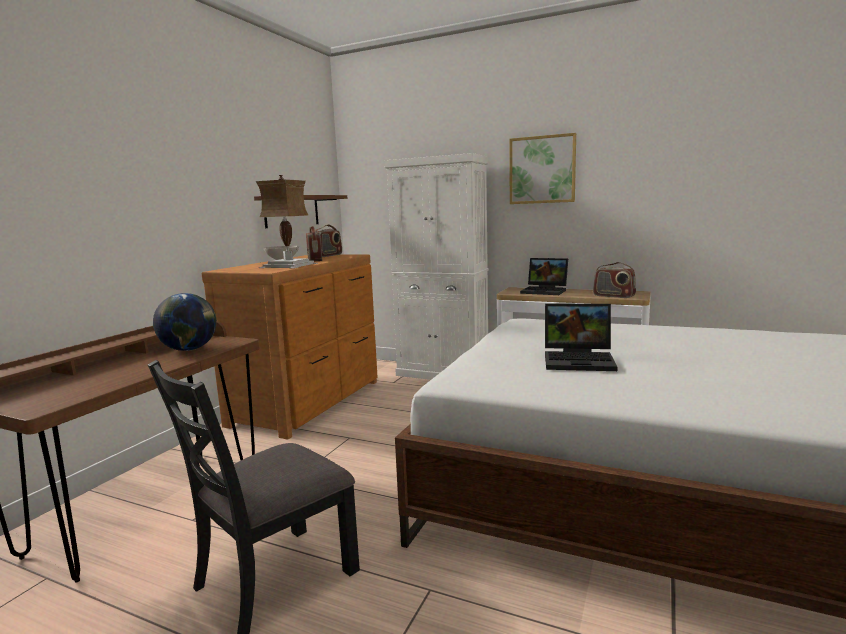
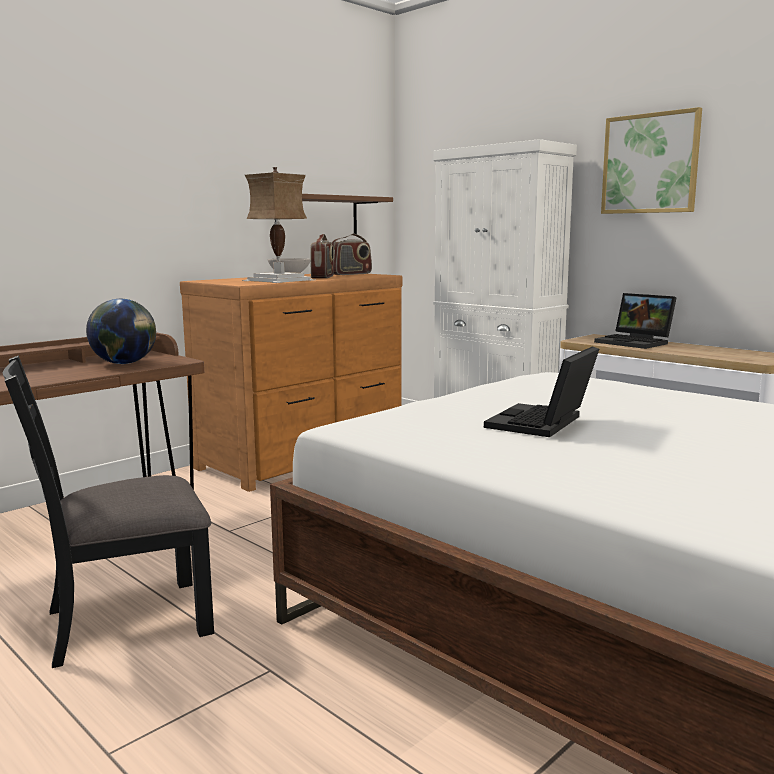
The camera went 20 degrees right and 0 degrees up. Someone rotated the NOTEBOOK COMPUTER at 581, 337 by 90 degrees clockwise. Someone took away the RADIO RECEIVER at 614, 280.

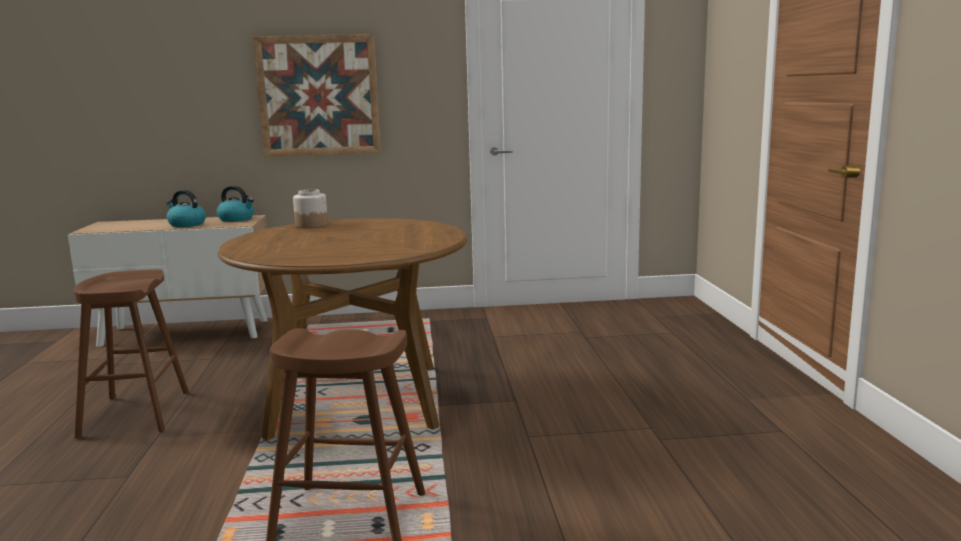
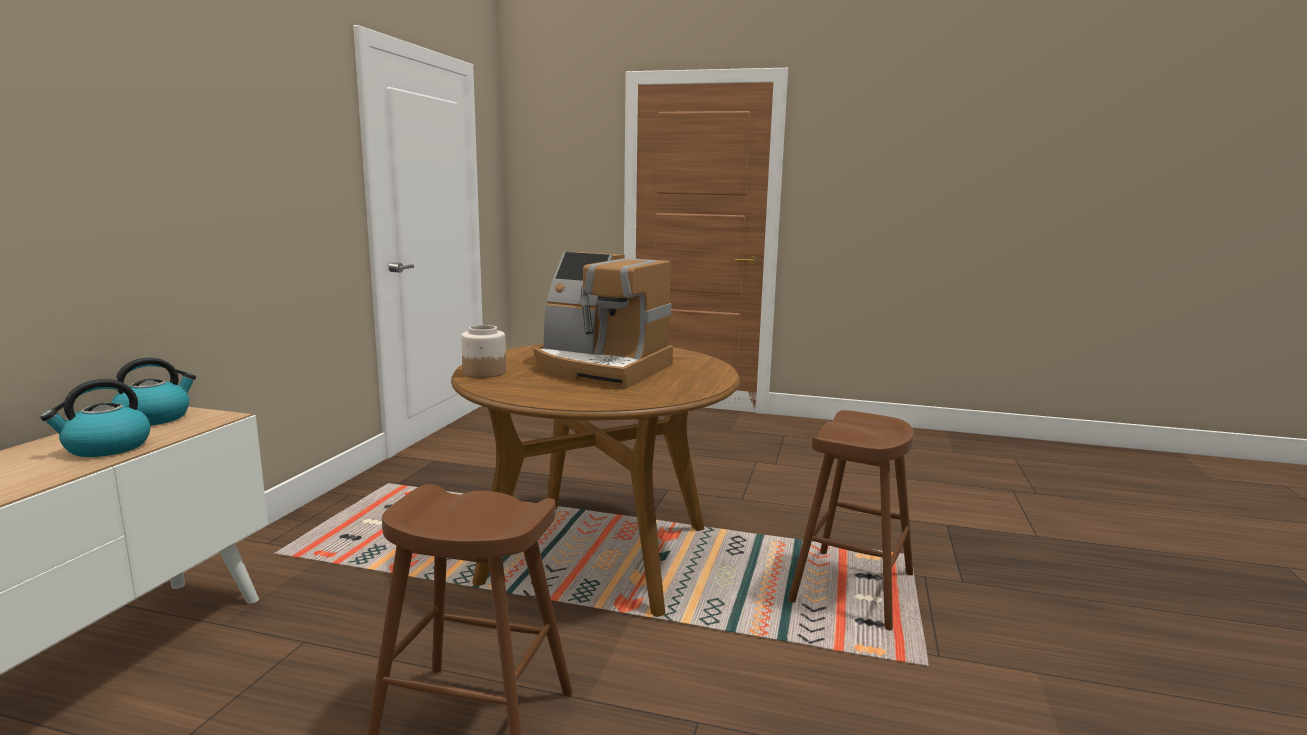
The camera went 70 degrees left and 0 degrees up. Someone took away the WALL PICTURE at 317, 95. Someone put down the COFFEE MAKER at 603, 320.

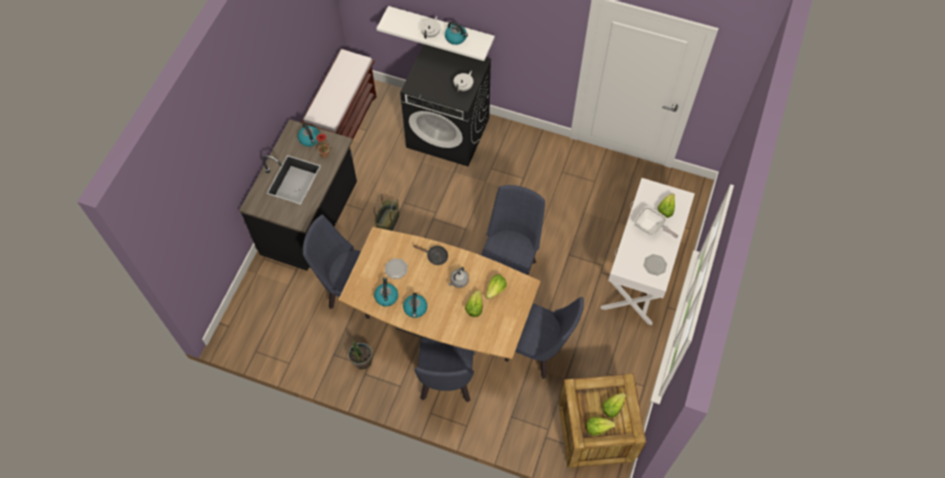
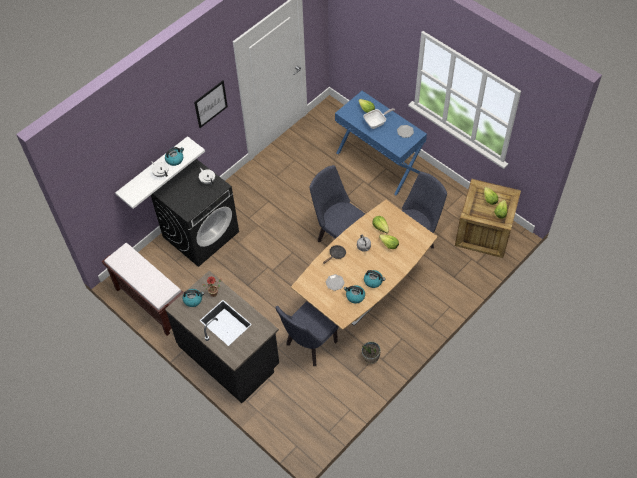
The camera went 65 degrees left and 5 degrees down. Someone took away the BASKET at 386, 212. Someone took away the BLUISH CHAIR at 444, 370. Someone repainted the WHITISH NARROW TABLE at 647, 251, which became the BLUISH NARROW TABLE at 381, 143. Someone put up the WALL PICTURE at 211, 104.

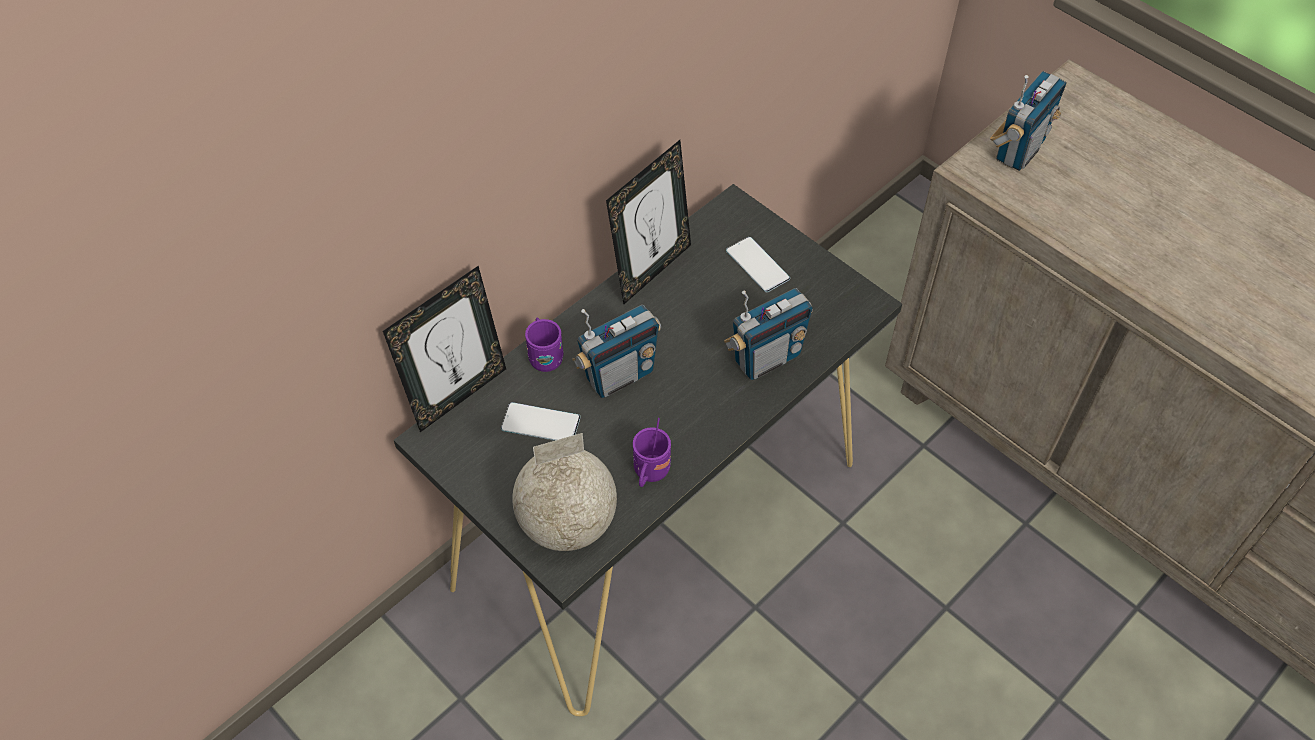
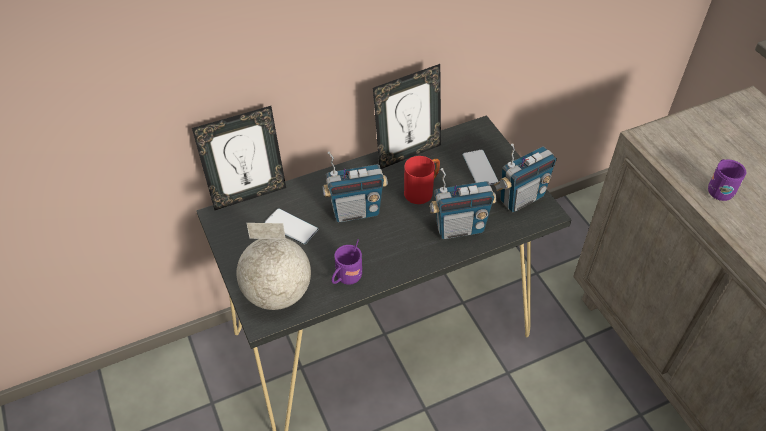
The camera went 20 degrees right and 5 degrees down. Someone carried the PURPLE COFFEE MUG from 544, 345 to 727, 180. Someone carried the RADIO RECEIVER from 1028, 121 to 525, 178. Someone put down the REDDISH COFFEE MUG at 422, 180.

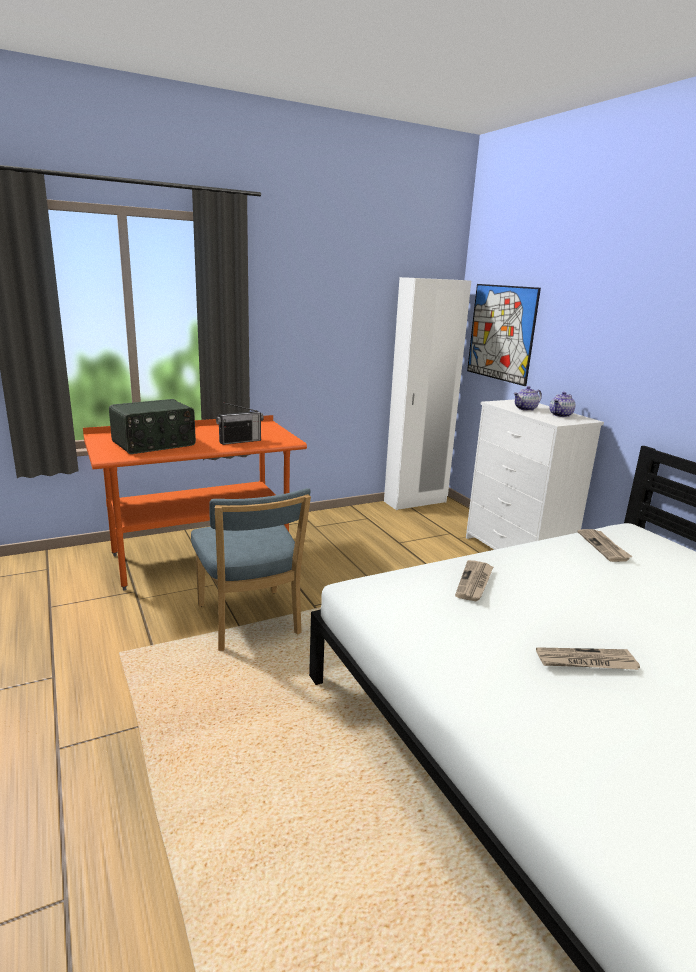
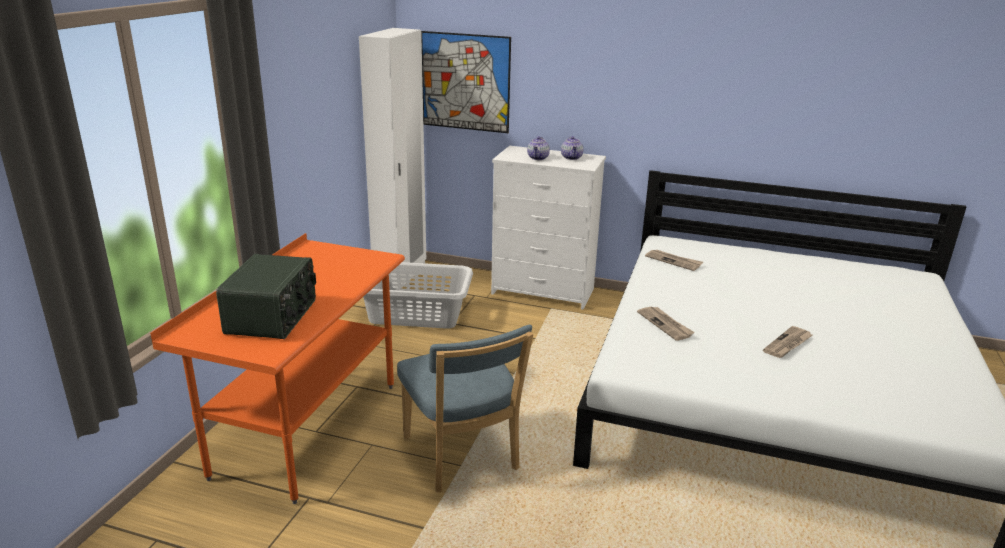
The camera went 45 degrees left and 5 degrees up. Someone rotated the BLUISH CHAIR at 251, 569 by 45 degrees clockwise. Someone took away the RADIO RECEIVER at 240, 423. Someone put down the GREYISH LAUNDRY BASKET at 418, 295.

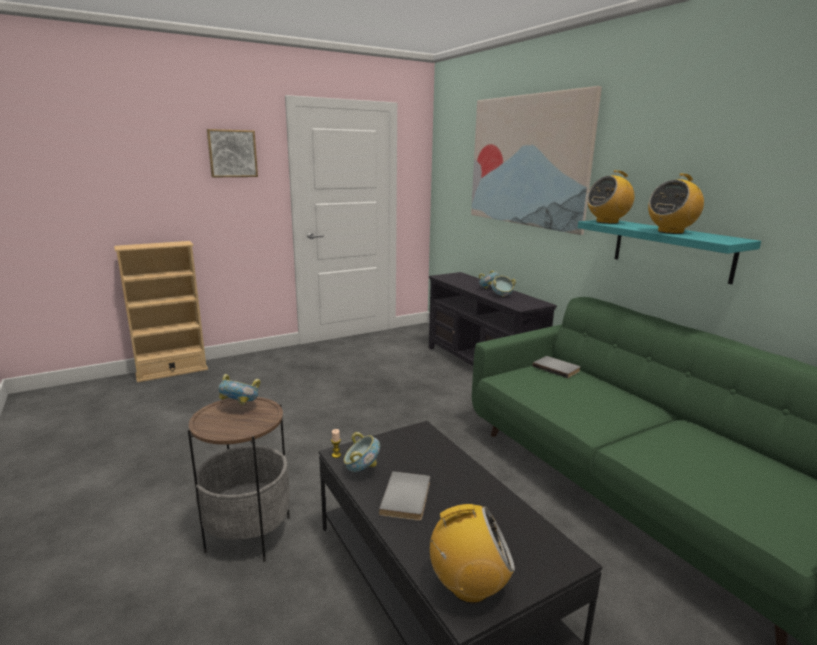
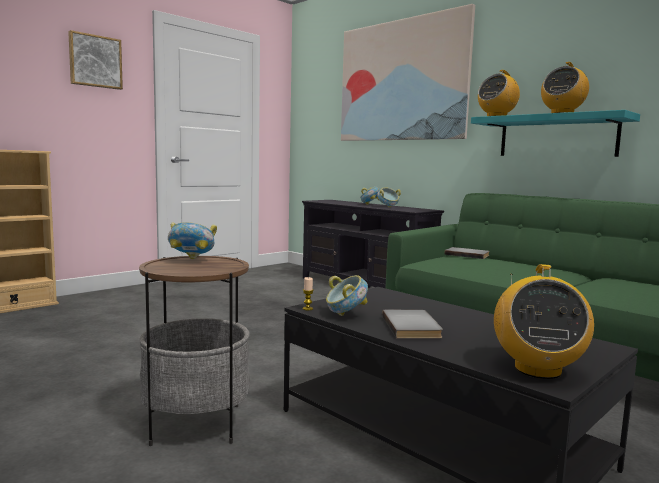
The camera went 15 degrees left and 10 degrees down. Someone rotated the RADIO RECEIVER at 472, 553 by 120 degrees clockwise.

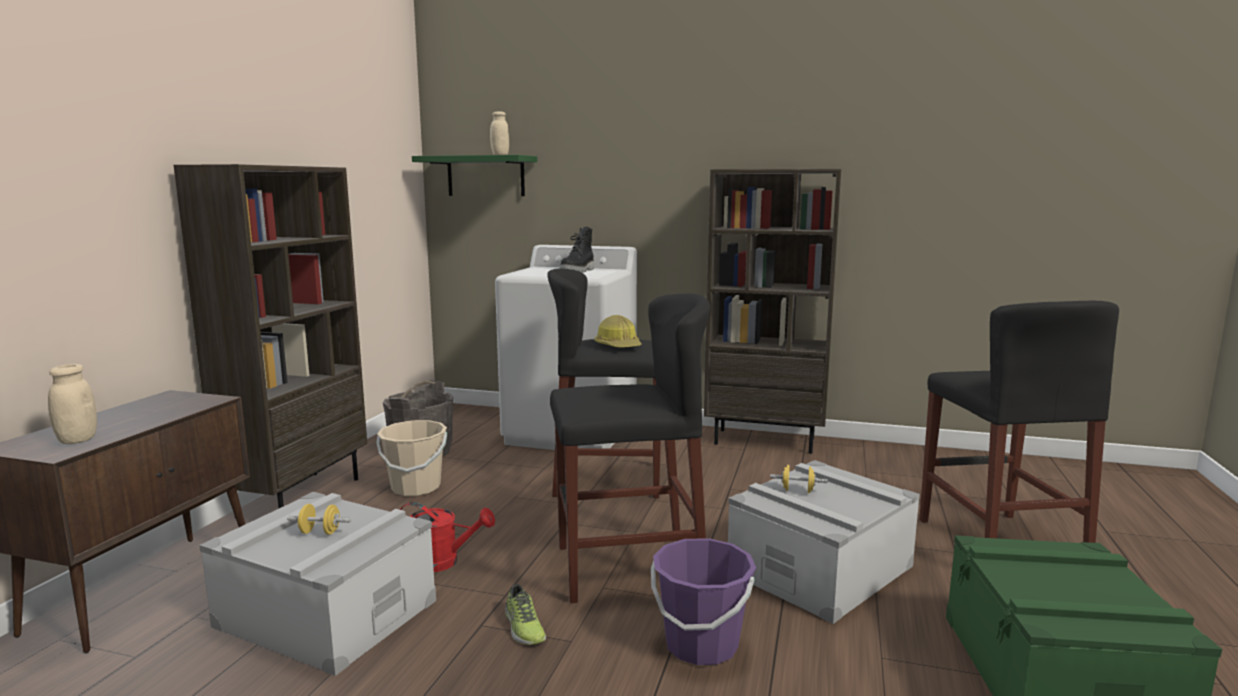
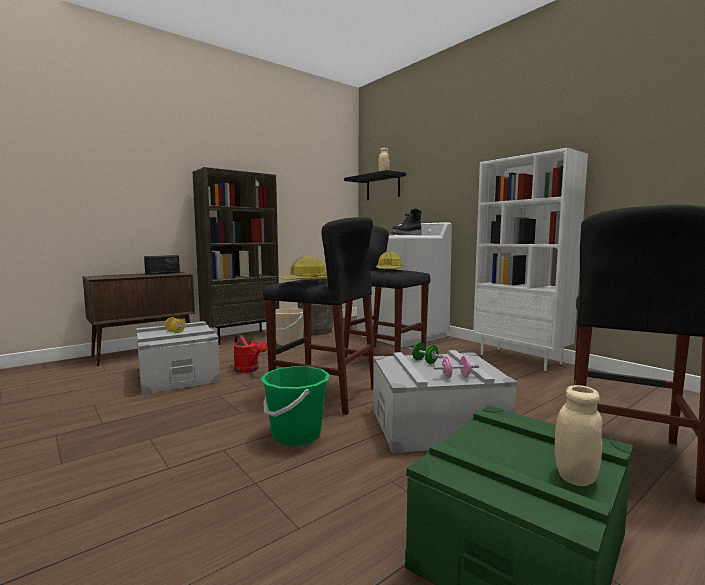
The camera went 35 degrees right and 5 degrees down. Someone carried the BEIGE-COLOURED PRESERVE JAR from 72, 404 to 578, 435. Someone repainted the GREENISH SHELF at 474, 175, which became the BLACK SHELF at 375, 185. Someone took away the SHOE at 525, 614. Someone repainted the PURPLE PAIL at 703, 601, which became the GREENISH PAIL at 295, 406. Someone repainted the BROWN-COLOURED BOOKCASE at 772, 311, which became the WHITISH BOOKCASE at 530, 259. Someone repainted the YELLOW DUMBBELL at 799, 479, which became the GREENISH DUMBBELL at 426, 353. Someone put down the RADIO RECEIVER at 162, 265. Someone put down the HARD HAT at 303, 269. Someone put down the PINKISH DUMBBELL at 456, 367.

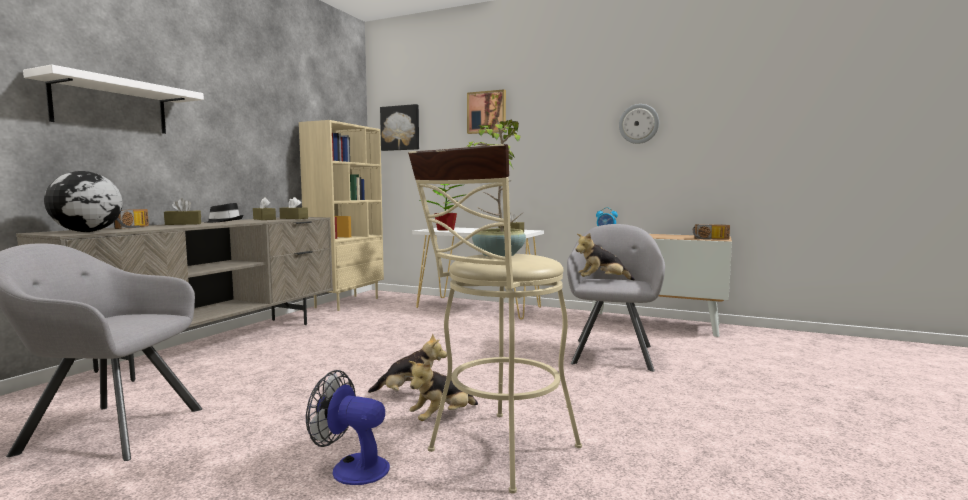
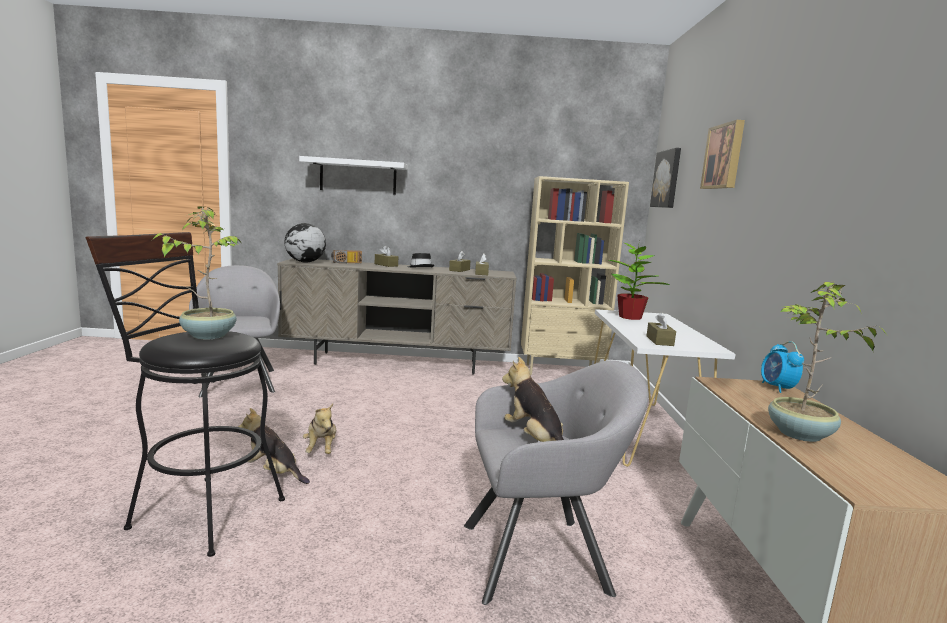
The camera went 65 degrees right and 5 degrees up. Someone took away the ELECTRIC FAN at 348, 427. Someone repainted the BEIGE-COLOURED SITTING STOOL at 495, 318, which became the BLACK SITTING STOOL at 185, 394. Someone took away the CLOCK ON THE WALL at 639, 124. Someone took away the RADIO RECEIVER at 711, 232. Someone put down the HOUSEPLANT at 827, 361.

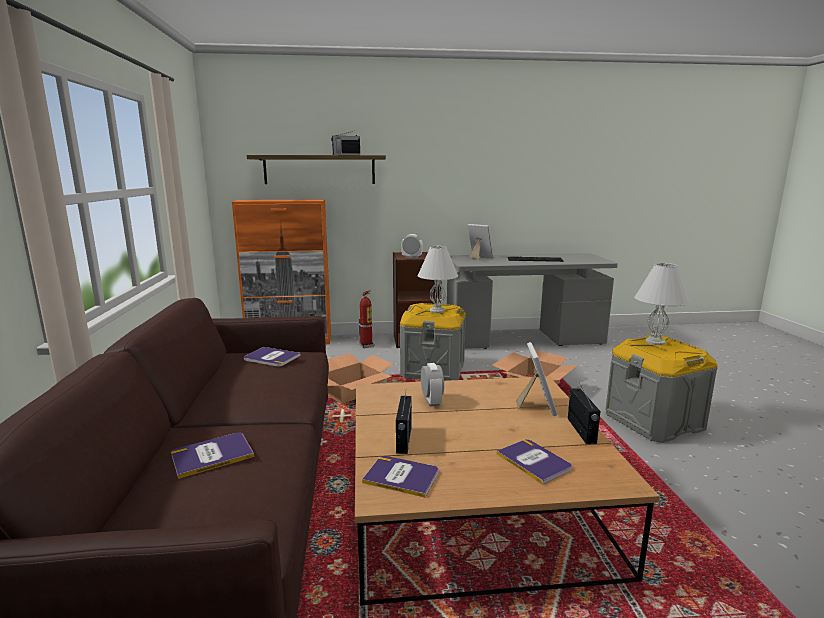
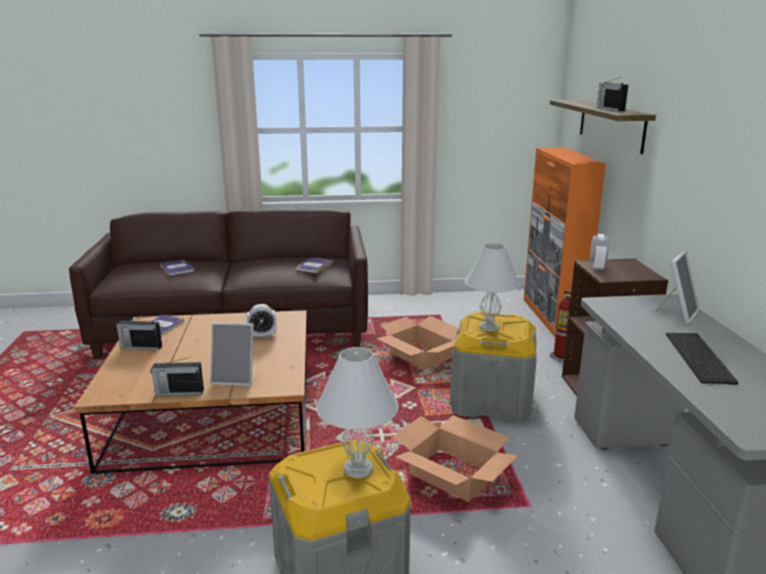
The camera went 90 degrees right and 5 degrees up. Someone carried the RADIO RECEIVER from 404, 423 to 139, 333. Someone took away the VOLUME at 534, 461.

